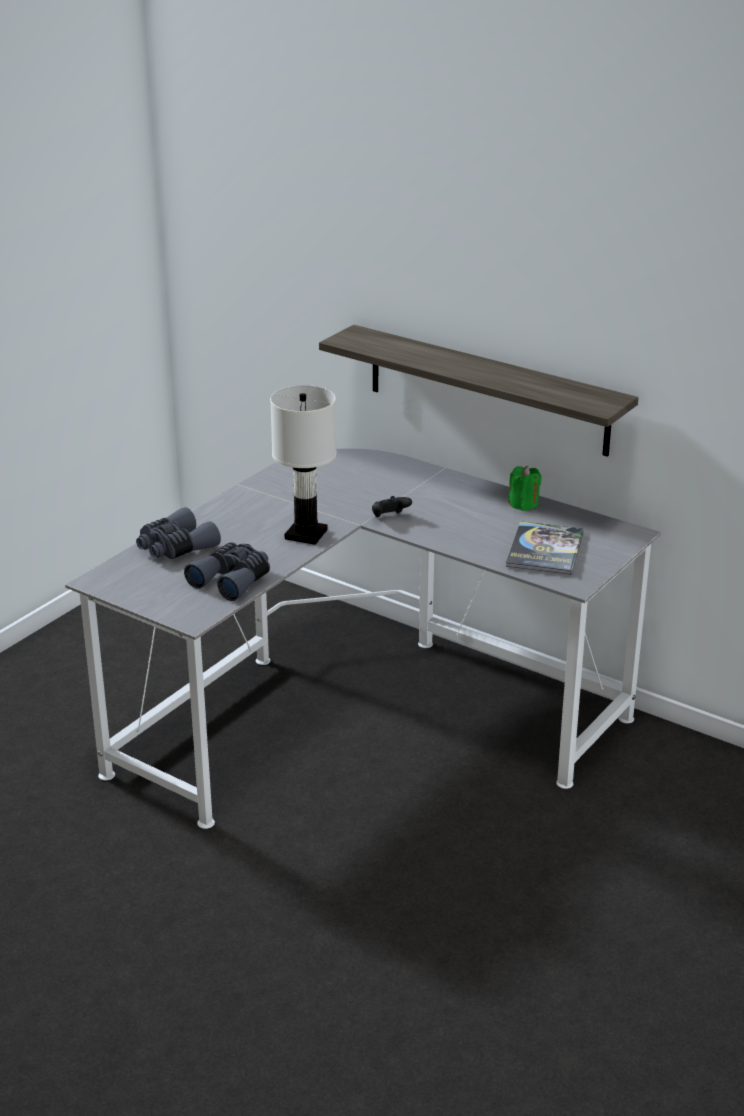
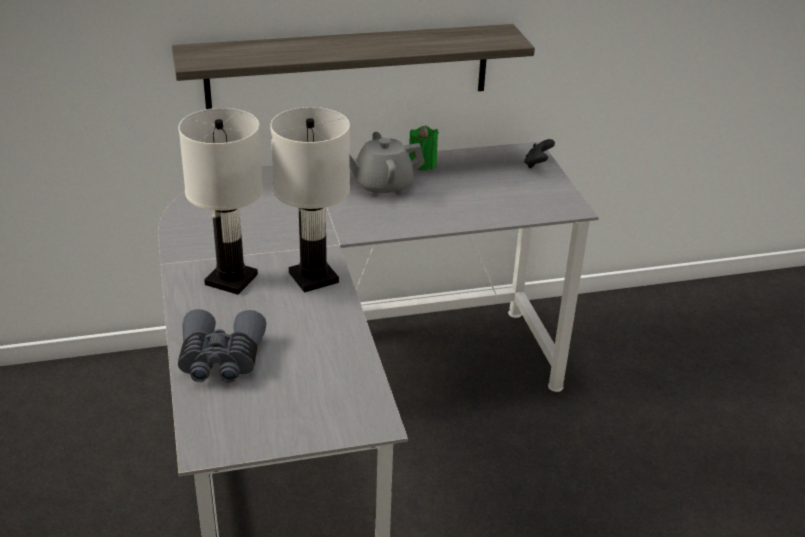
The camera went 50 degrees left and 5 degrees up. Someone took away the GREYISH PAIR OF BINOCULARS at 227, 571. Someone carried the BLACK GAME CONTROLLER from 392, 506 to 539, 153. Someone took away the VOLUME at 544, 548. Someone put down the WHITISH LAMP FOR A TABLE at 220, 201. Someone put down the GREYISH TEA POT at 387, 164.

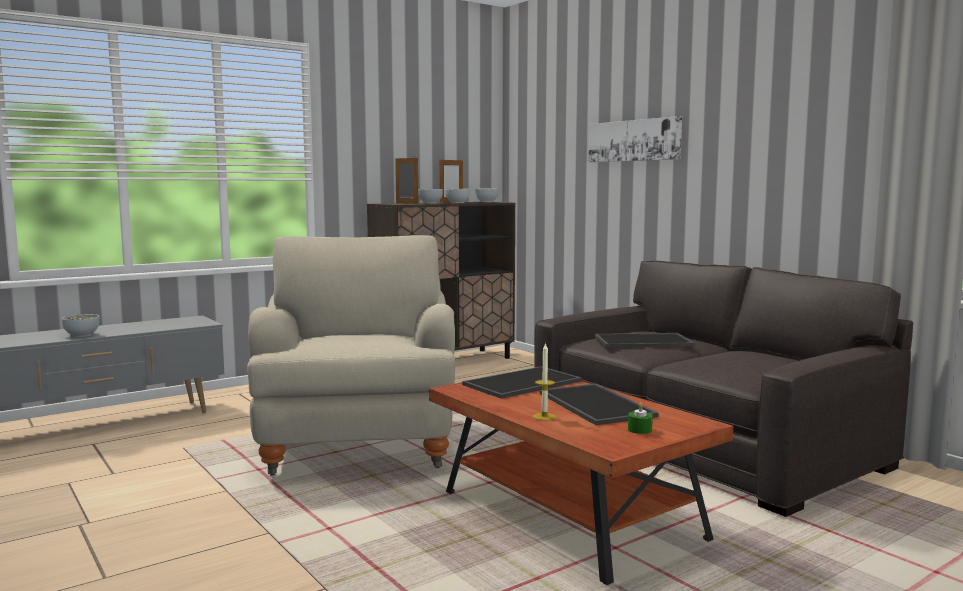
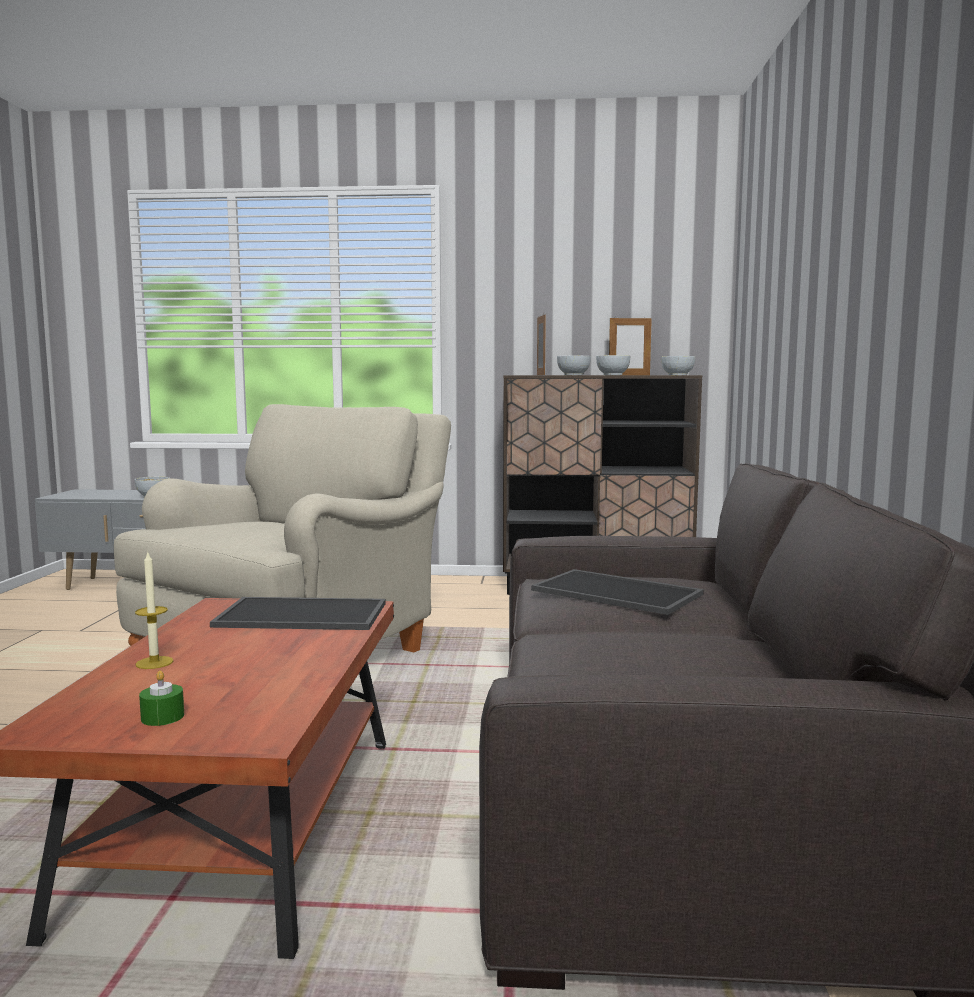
The camera went 40 degrees right and 0 degrees up. Someone took away the SERVING TRAY at 599, 404. Someone took away the WALL PICTURE at 635, 139.

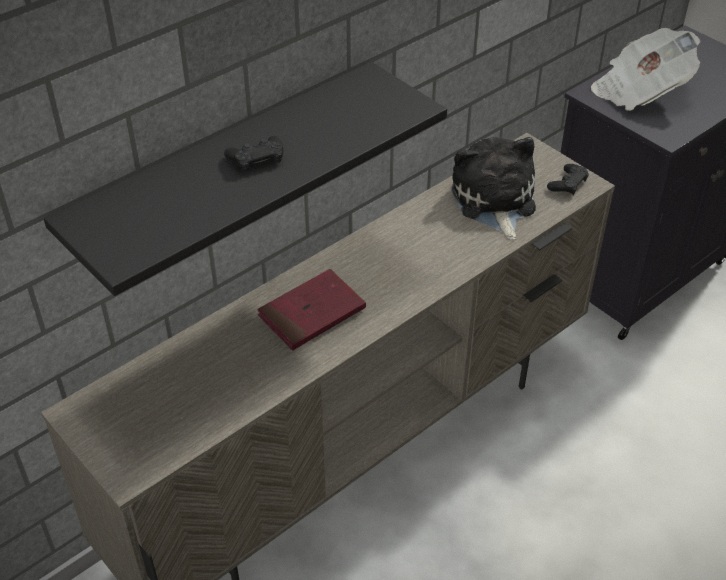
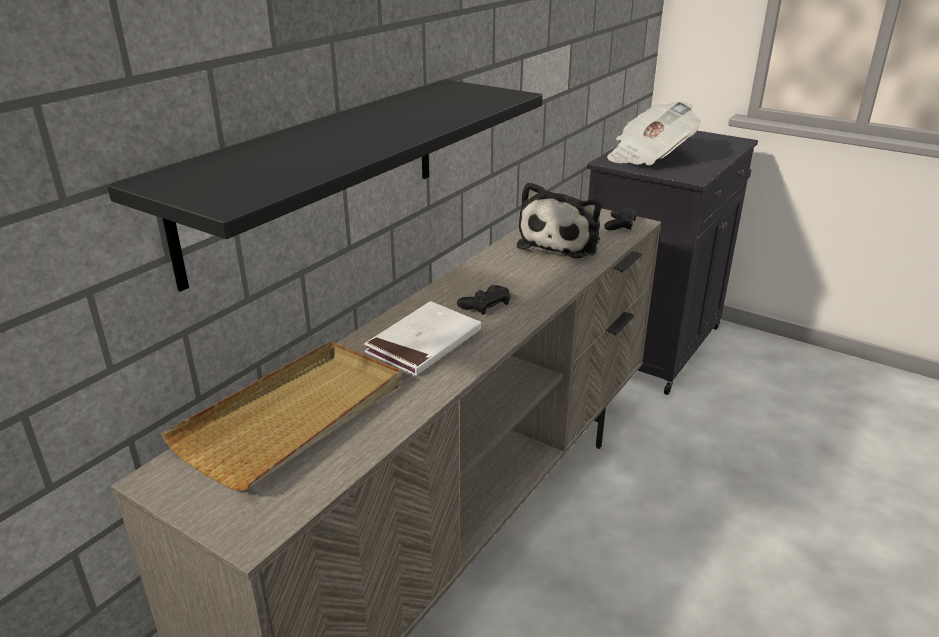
The camera went 15 degrees left and 15 degrees down. Someone carried the BLACK GAME CONTROLLER from 254, 154 to 483, 300. Someone repainted the REDDISH VOLUME at 311, 310, which became the WHITISH VOLUME at 422, 338. Someone rotated the SOFT TOY at 494, 188 by 135 degrees counterclockwise. Someone put down the BEIGE-COLOURED SERVING TRAY at 281, 416.

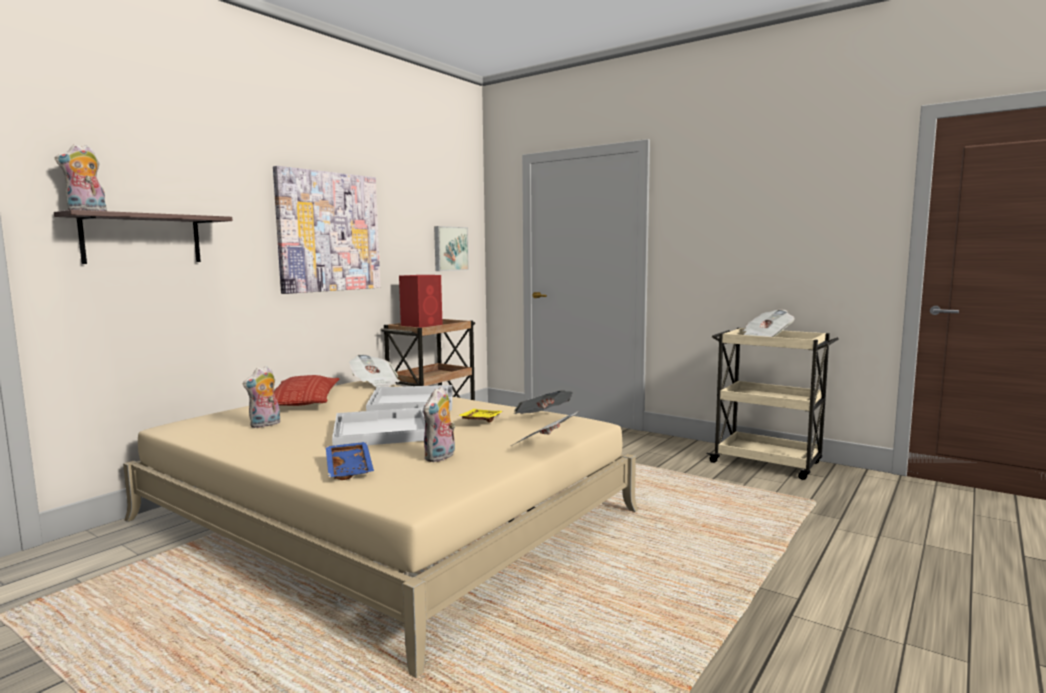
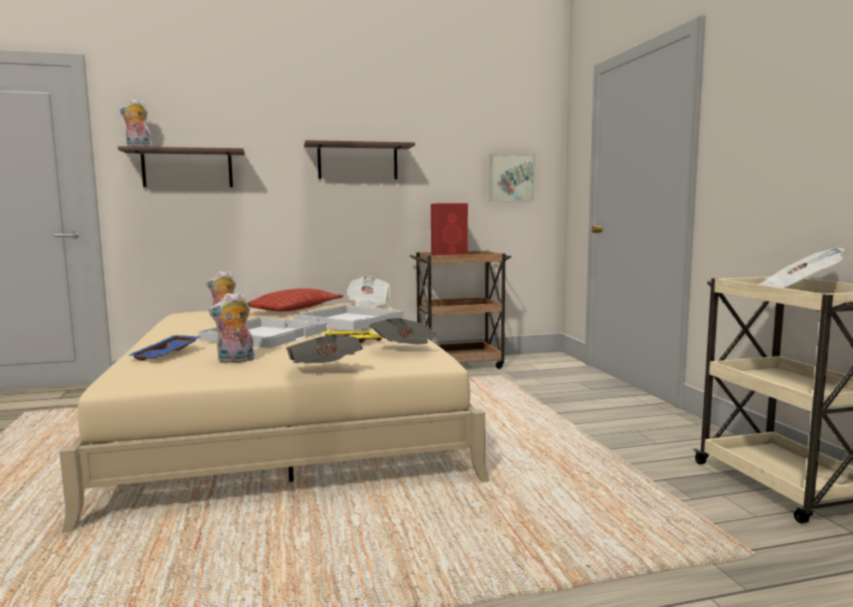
The camera went 40 degrees right and 0 degrees up. Someone swapped the WALL PICTURE at 326, 230 for the SHELF at 359, 159.

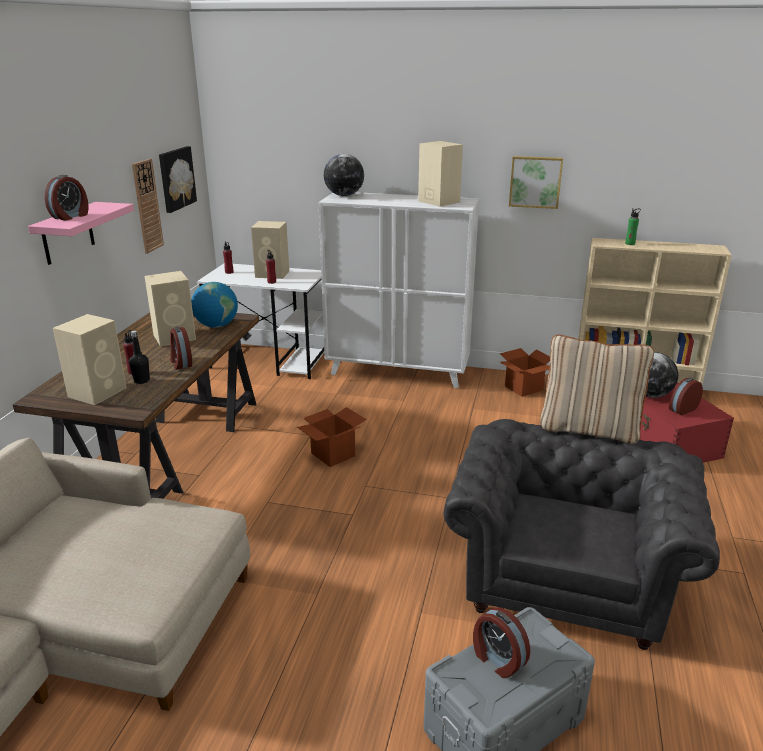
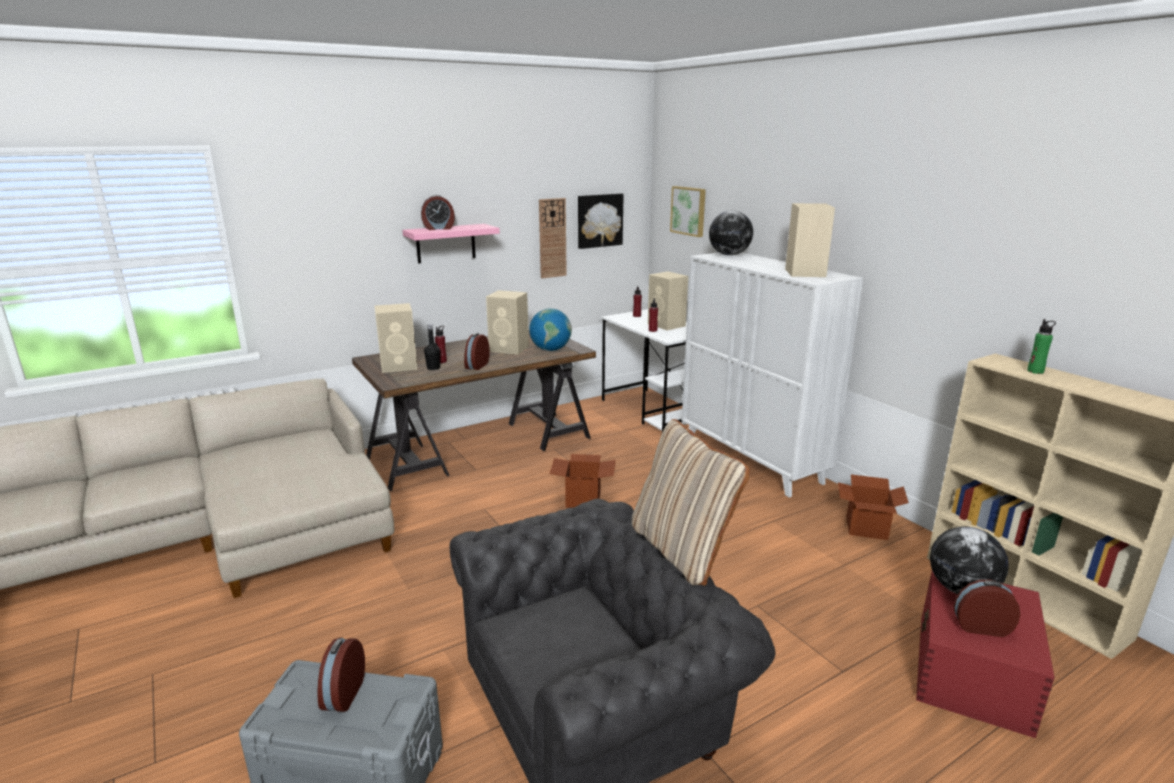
The camera went 45 degrees right and 5 degrees down. Someone carried the WALL PICTURE from 536, 182 to 688, 211.

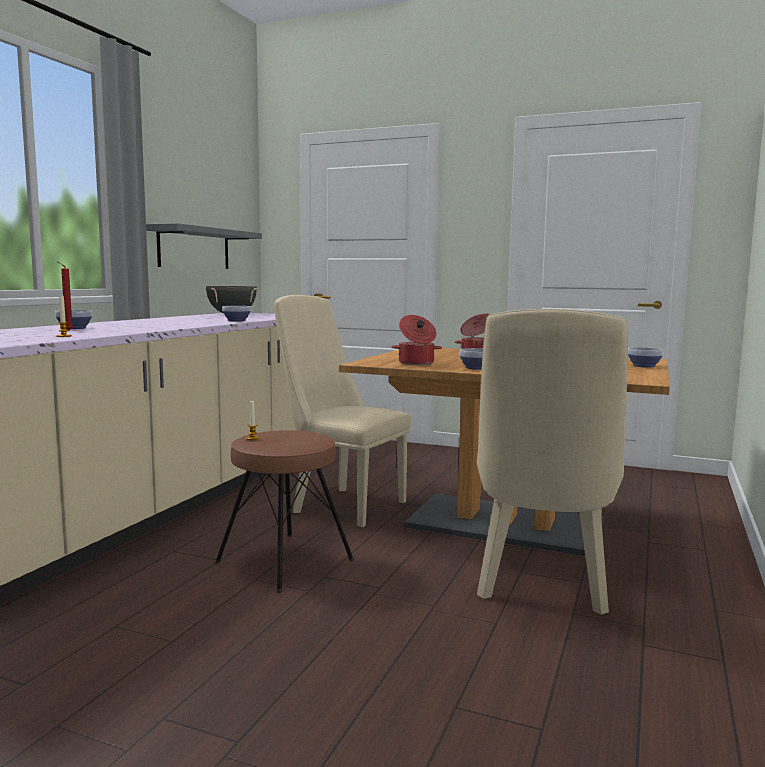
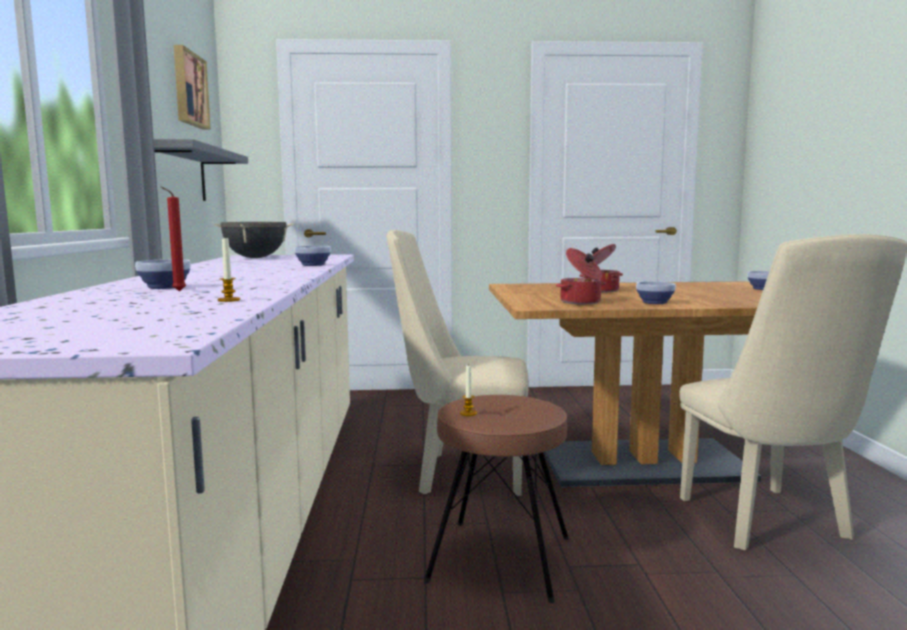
The camera went 25 degrees left and 0 degrees up. Someone put up the WALL PICTURE at 192, 87.

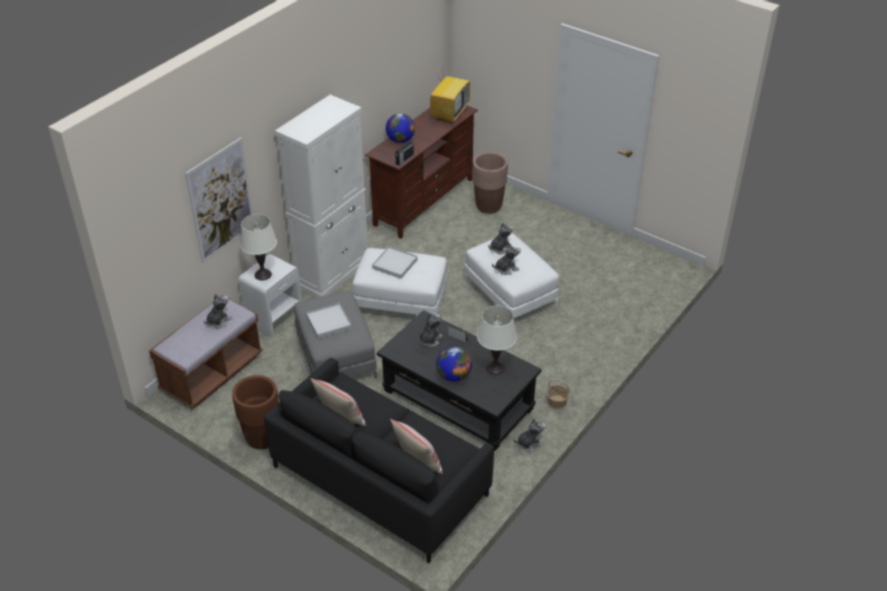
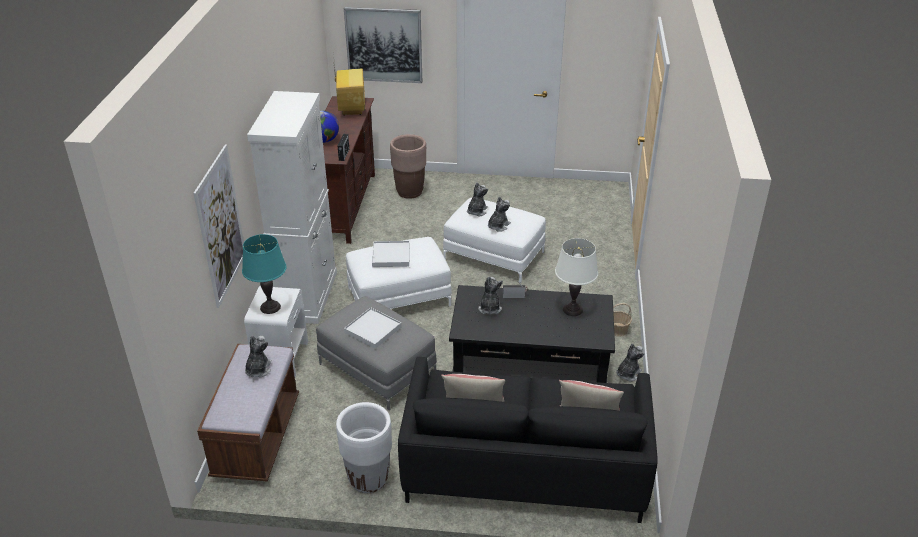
The camera went 30 degrees left and 5 degrees down. Someone repainted the BROWN-COLOURED PLANTER at 255, 412, which became the WHITISH PLANTER at 364, 447. Someone repainted the WHITISH LAMP FOR A TABLE at 258, 247, which became the BLUE-GREEN LAMP FOR A TABLE at 264, 274. Someone took away the WORLD GLOBE at 454, 364. Someone put up the WALL PICTURE at 383, 45.

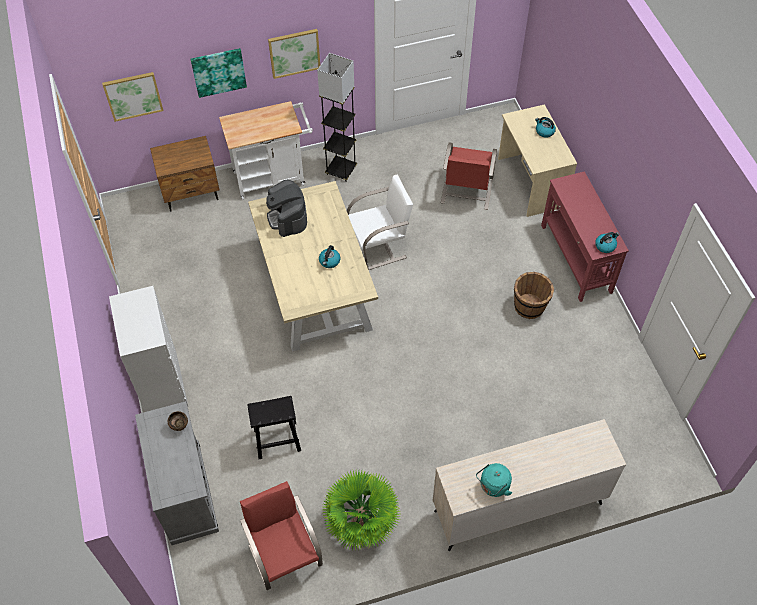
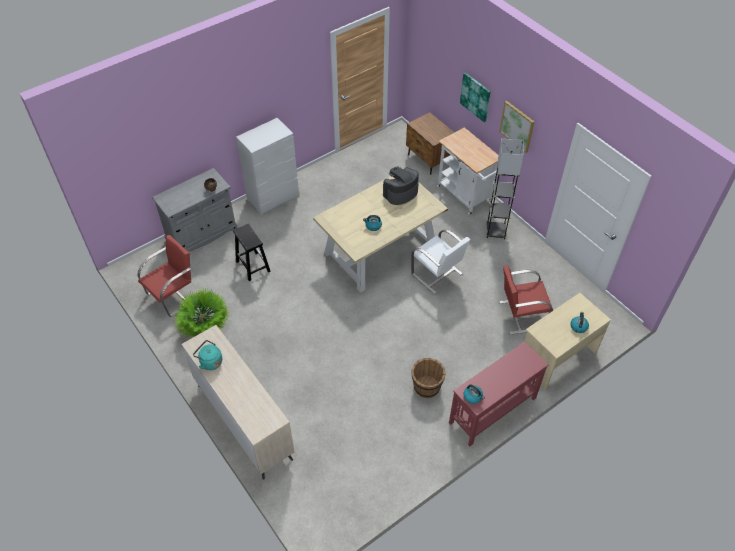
The camera went 70 degrees right and 5 degrees down. Someone took away the WALL PICTURE at 132, 97.

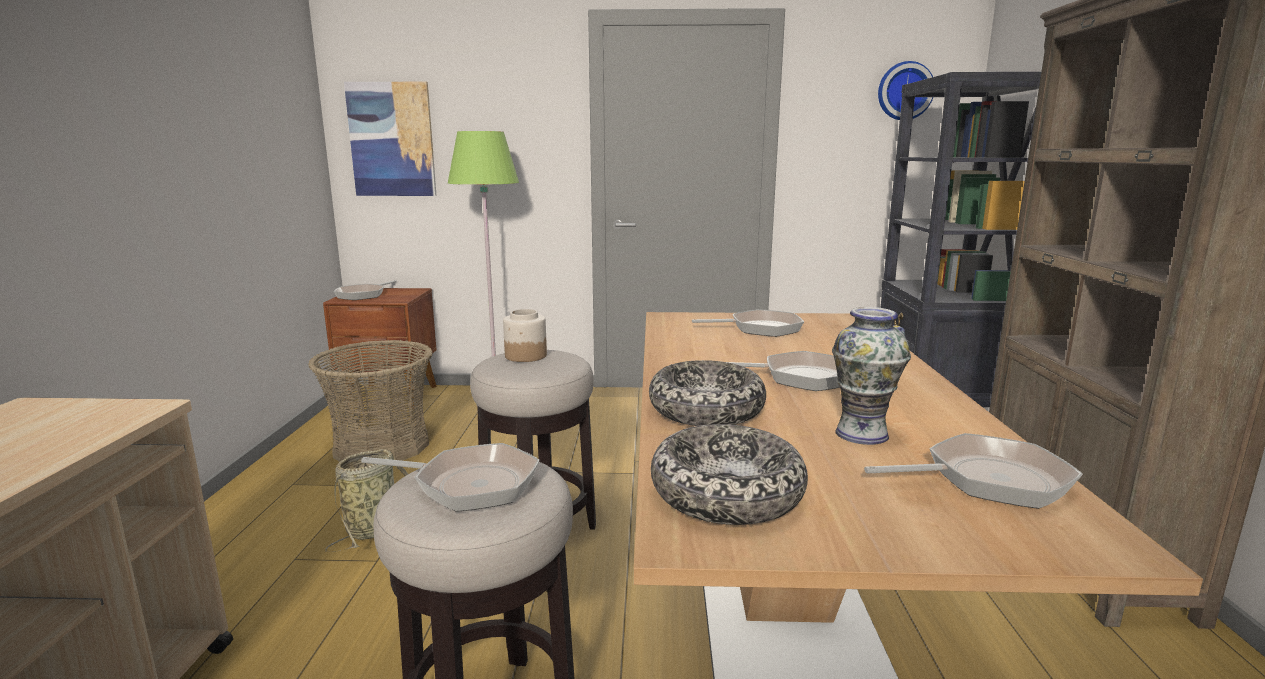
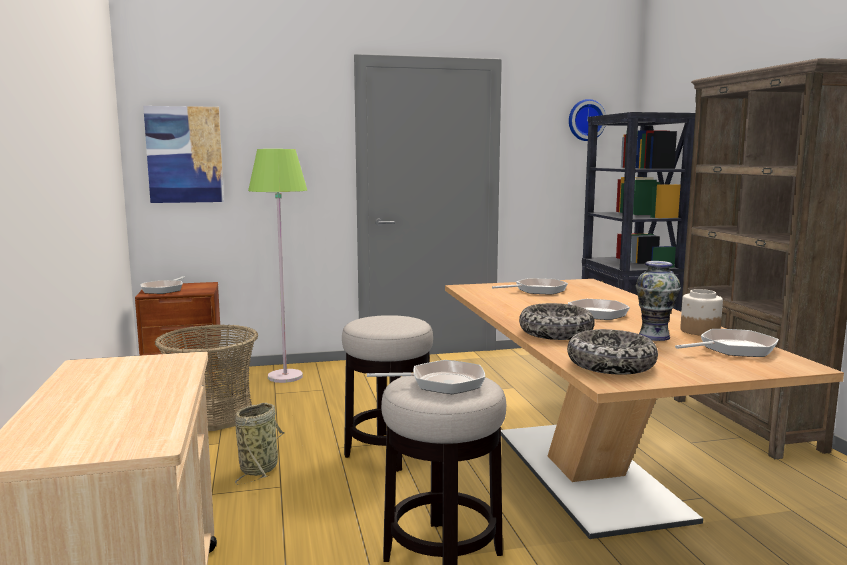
The camera went 15 degrees left and 5 degrees down. Someone carried the PRESERVE JAR from 525, 335 to 701, 312.

